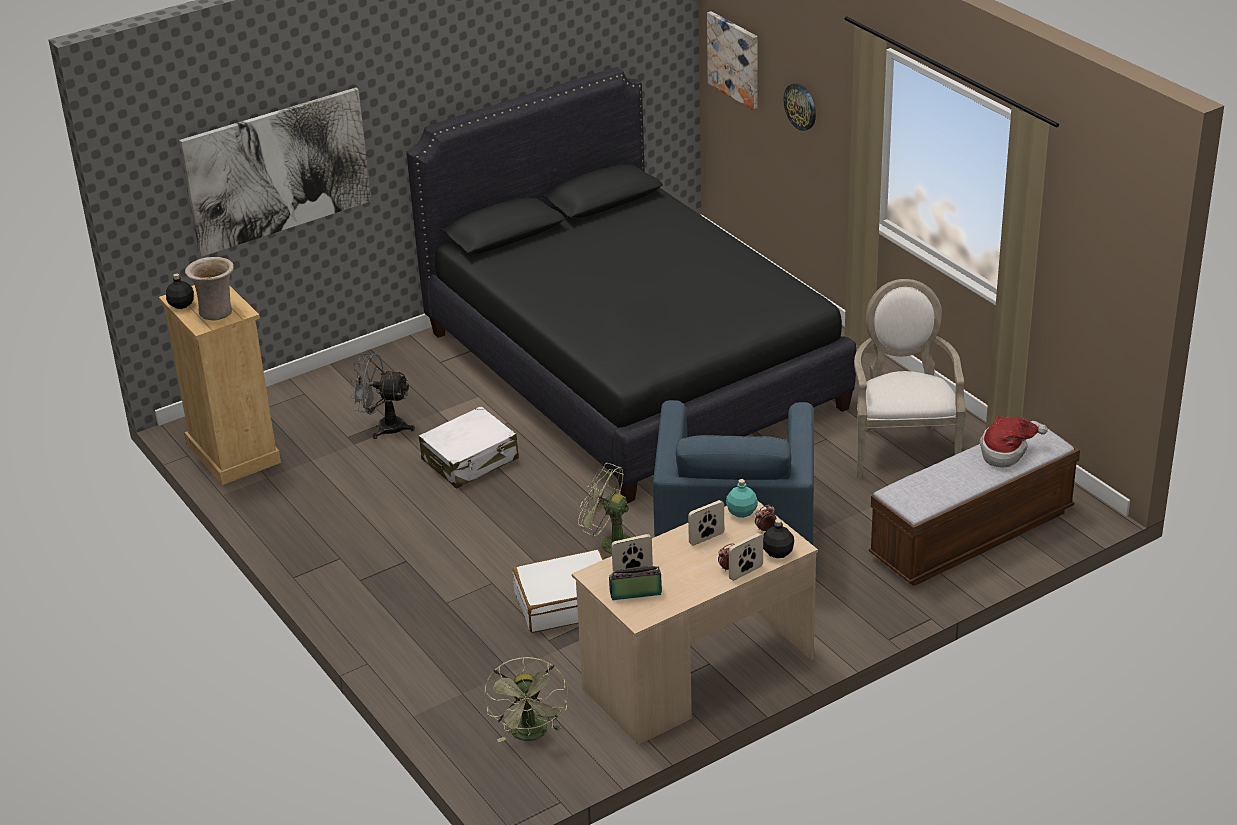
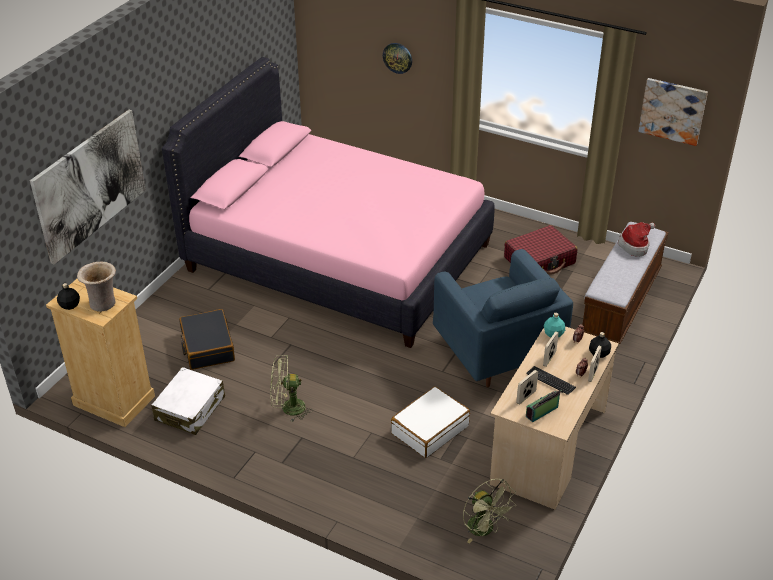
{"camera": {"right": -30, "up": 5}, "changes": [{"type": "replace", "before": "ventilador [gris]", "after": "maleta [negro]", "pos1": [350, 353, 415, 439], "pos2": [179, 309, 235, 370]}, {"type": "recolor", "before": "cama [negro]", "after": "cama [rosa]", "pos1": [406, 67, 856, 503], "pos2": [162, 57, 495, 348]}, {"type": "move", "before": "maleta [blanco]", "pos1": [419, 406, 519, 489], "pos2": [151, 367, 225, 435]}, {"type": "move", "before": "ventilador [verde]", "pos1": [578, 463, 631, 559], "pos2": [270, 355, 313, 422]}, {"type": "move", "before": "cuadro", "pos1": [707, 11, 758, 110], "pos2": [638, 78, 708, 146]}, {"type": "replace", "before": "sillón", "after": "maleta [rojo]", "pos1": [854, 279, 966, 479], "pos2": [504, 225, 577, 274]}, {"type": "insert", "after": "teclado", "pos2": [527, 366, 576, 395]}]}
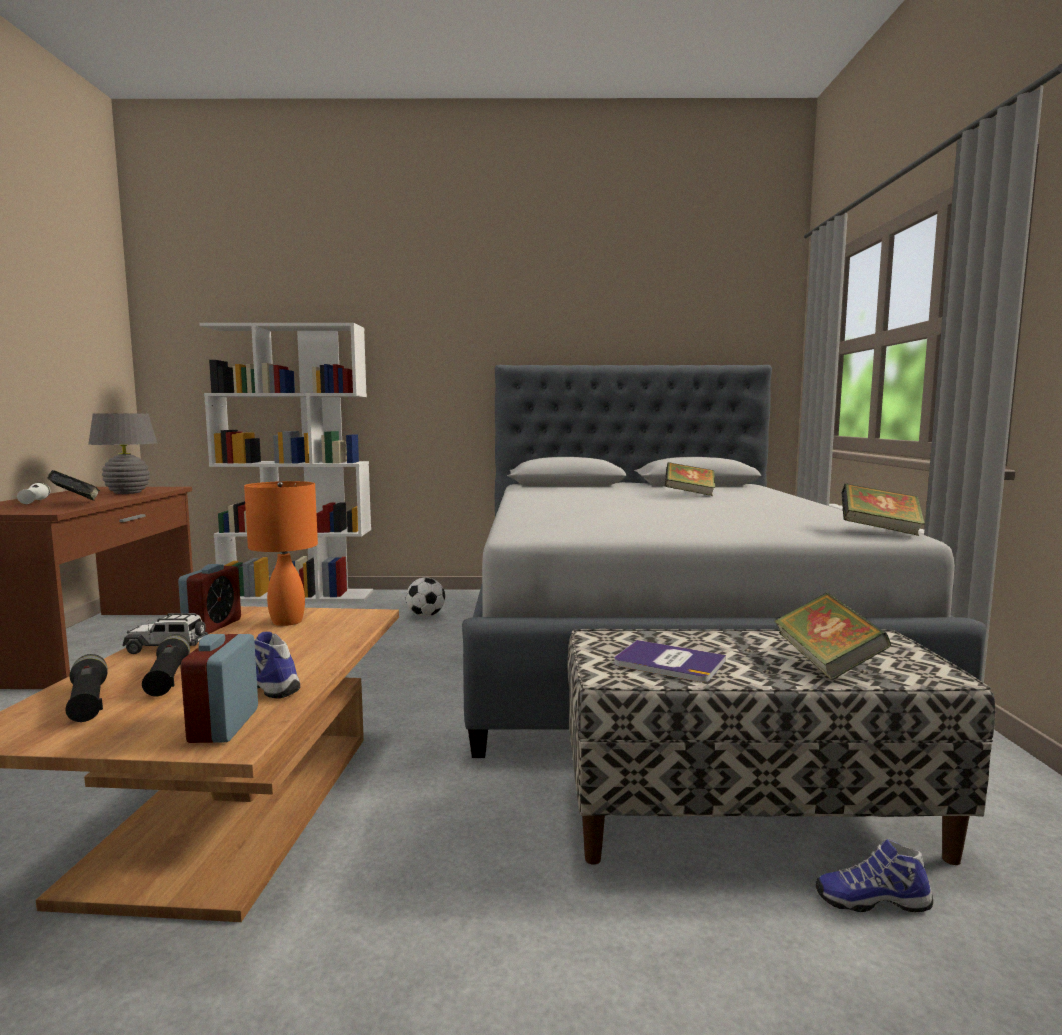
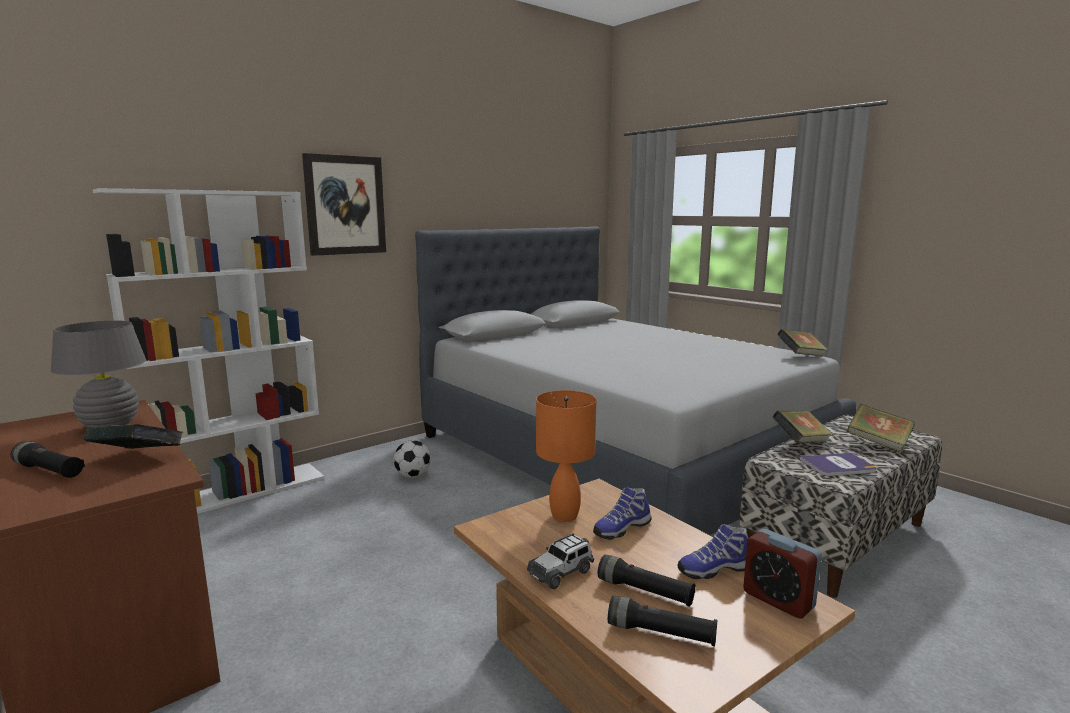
{"camera": {"right": -40, "up": 5}, "changes": [{"type": "recolor", "before": "linterna [blanco]", "after": "linterna [negro]", "pos1": [17, 483, 50, 504], "pos2": [11, 441, 85, 478]}, {"type": "delete", "before": "despertador", "pos1": [178, 564, 241, 634]}, {"type": "move", "before": "libro", "pos1": [665, 462, 715, 496], "pos2": [773, 410, 833, 443]}, {"type": "move", "before": "zapato", "pos1": [816, 839, 933, 912], "pos2": [593, 487, 652, 540]}, {"type": "insert", "after": "cuadro", "pos2": [302, 153, 386, 256]}]}
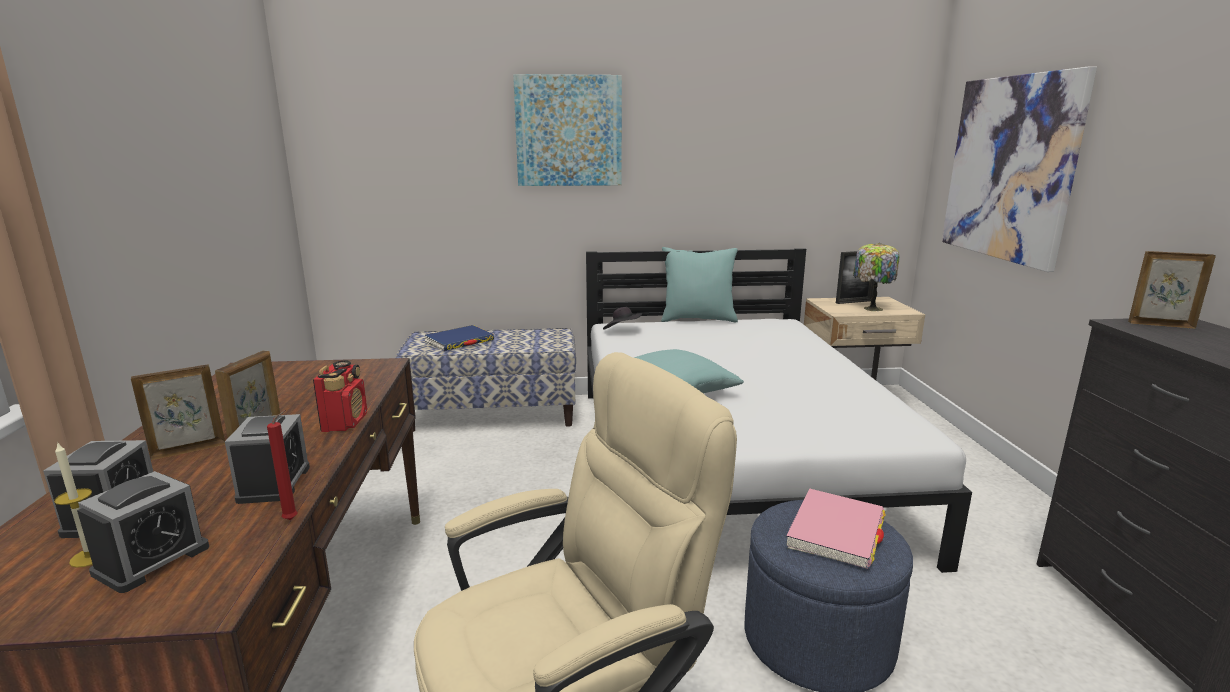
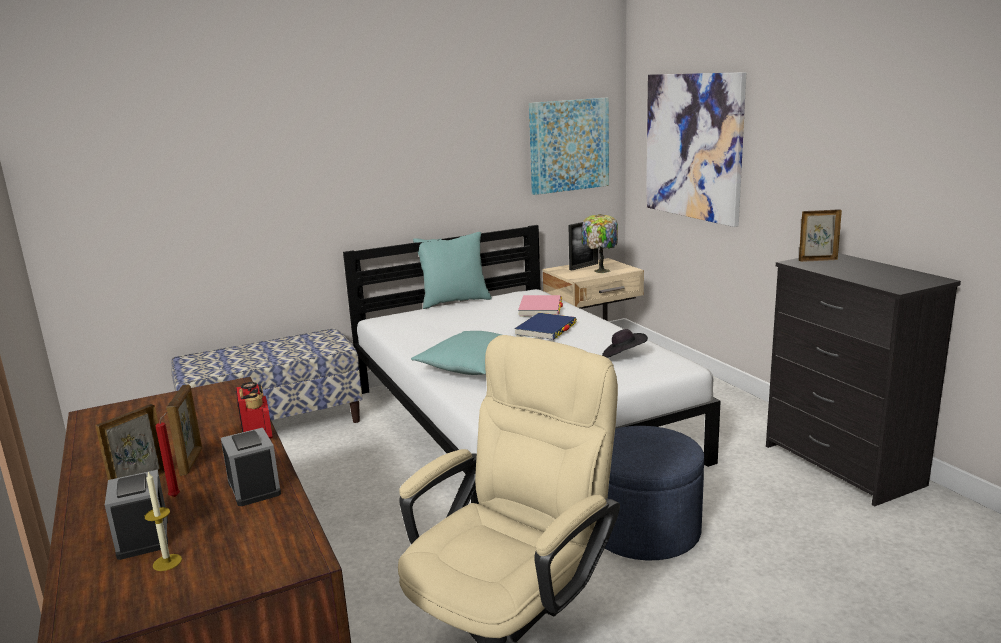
{"camera": {"right": -20, "up": 0}, "changes": [{"type": "delete", "before": "despertador", "pos1": [77, 471, 209, 593]}, {"type": "move", "before": "vela [rojo]", "pos1": [267, 410, 298, 520], "pos2": [155, 412, 180, 497]}, {"type": "move", "before": "libro [azul]", "pos1": [424, 325, 494, 351], "pos2": [515, 313, 577, 340]}, {"type": "move", "before": "cuadro", "pos1": [513, 74, 622, 186], "pos2": [529, 98, 609, 195]}, {"type": "move", "before": "sombrero [negro]", "pos1": [603, 307, 642, 330], "pos2": [602, 329, 648, 358]}, {"type": "move", "before": "libro [rosa]", "pos1": [786, 489, 886, 569], "pos2": [518, 295, 563, 317]}]}
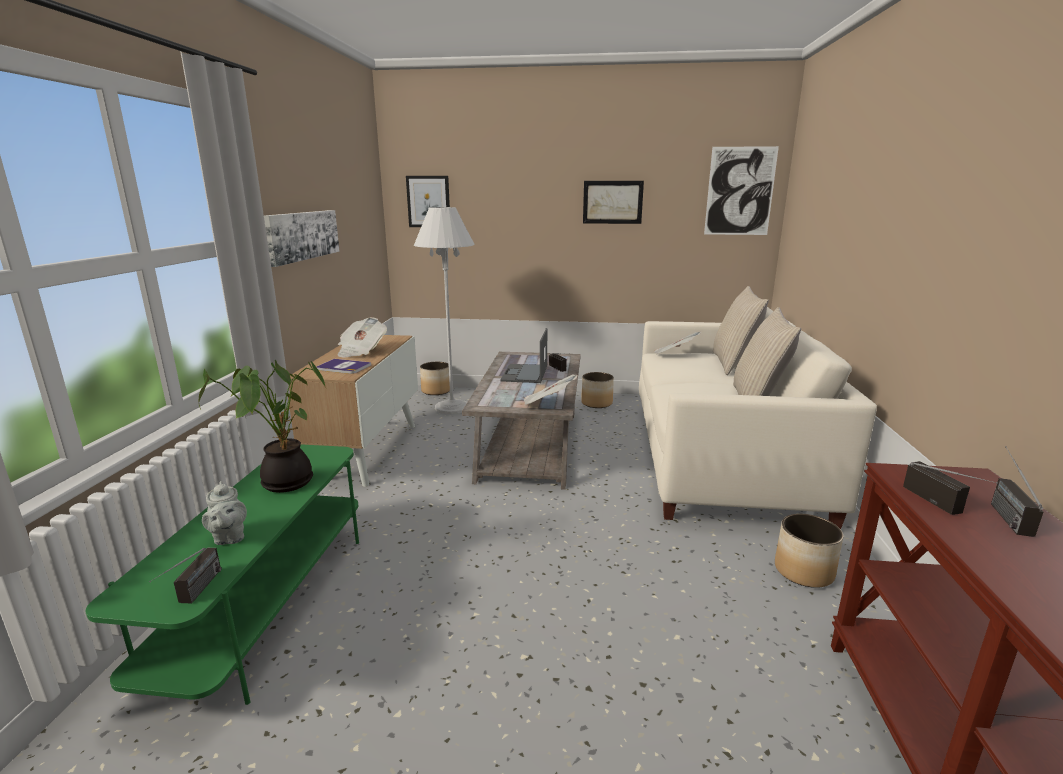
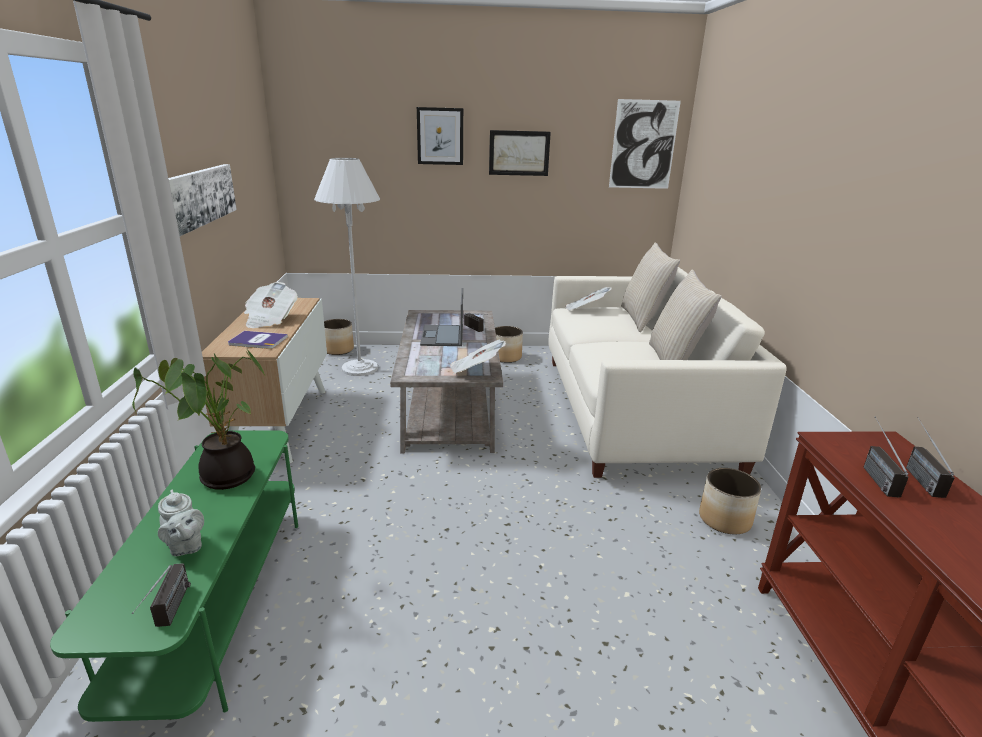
{"camera": {"right": -10, "up": 5}, "changes": [{"type": "move", "before": "cuadro", "pos1": [406, 176, 450, 227], "pos2": [417, 107, 463, 165]}, {"type": "rotate", "before": "radio", "pos1": [903, 461, 998, 515], "pos2": [864, 416, 909, 497], "turn": -150}]}
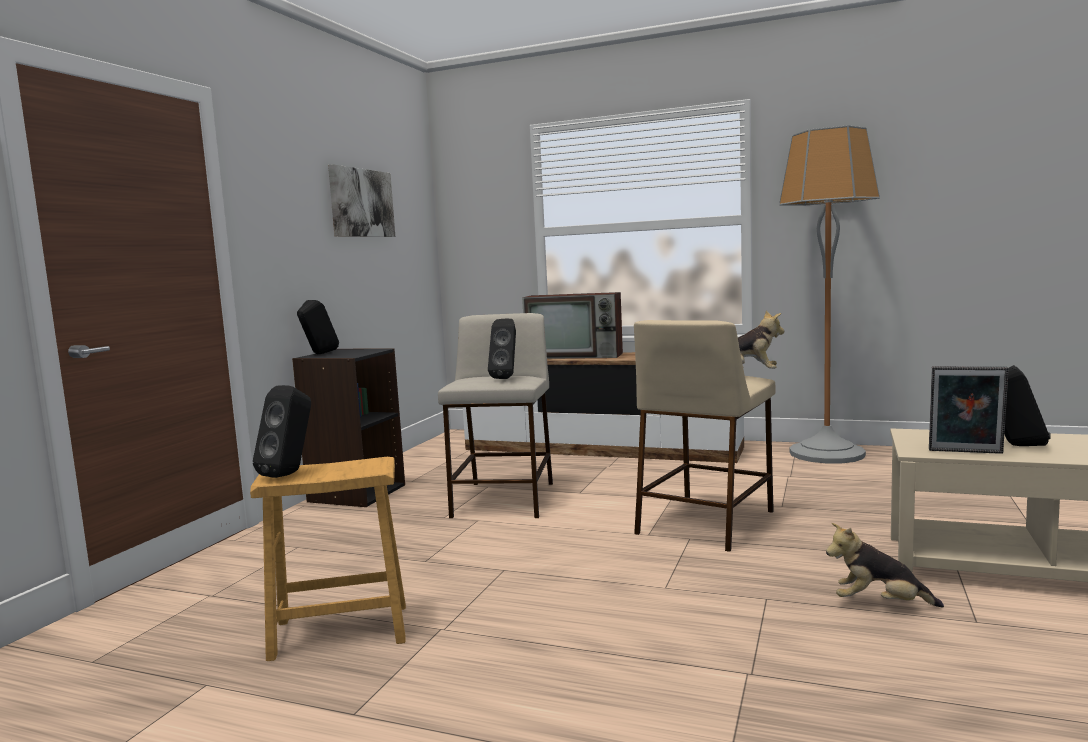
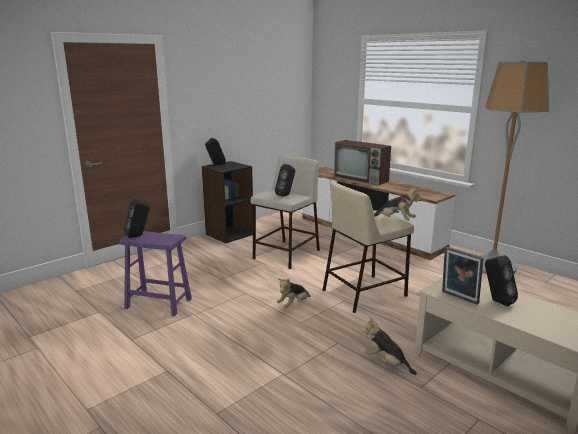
{"camera": {"right": 25, "up": 10}, "changes": [{"type": "recolor", "before": "taburete [marrón]", "after": "taburete [morado]", "pos1": [250, 457, 406, 661], "pos2": [119, 231, 192, 316]}, {"type": "delete", "before": "cuadro", "pos1": [328, 164, 395, 237]}, {"type": "insert", "after": "peluche", "pos2": [277, 278, 310, 308]}]}
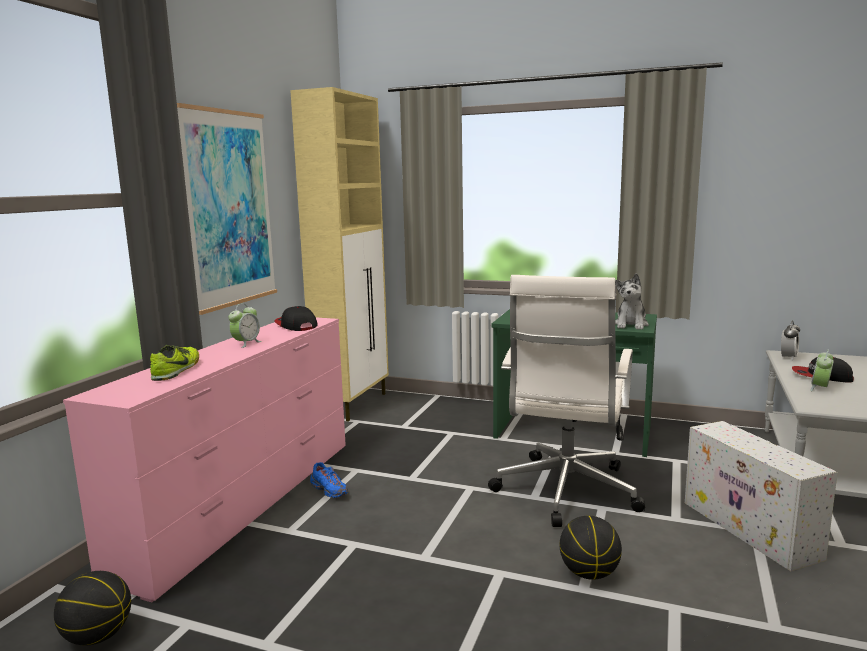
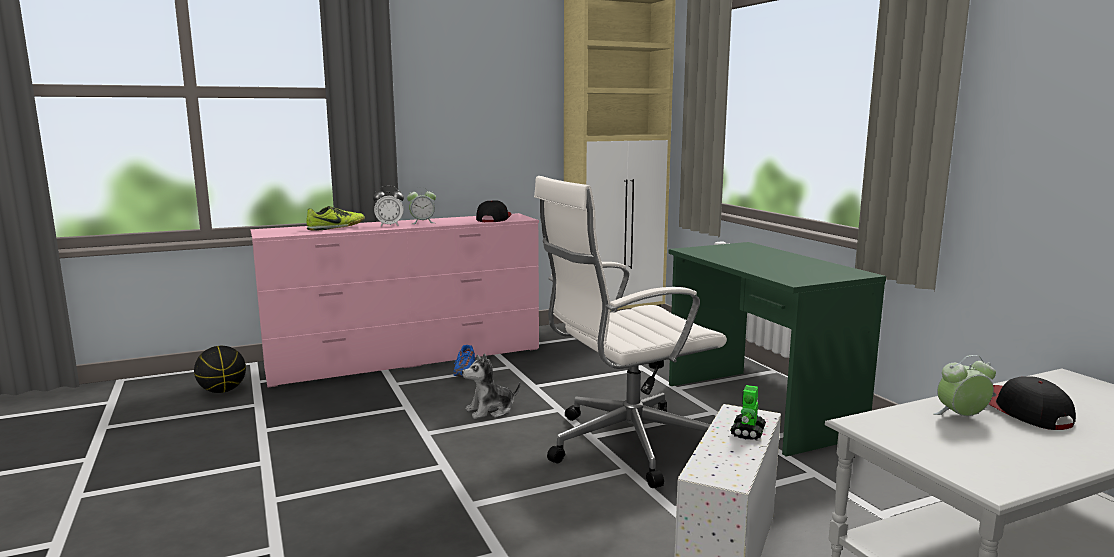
{"camera": {"right": 45, "up": 0}, "changes": [{"type": "delete", "before": "cuadro", "pos1": [177, 103, 277, 315]}, {"type": "delete", "before": "balón de baloncesto", "pos1": [560, 516, 622, 580]}, {"type": "move", "before": "peluche", "pos1": [615, 273, 649, 330], "pos2": [462, 353, 520, 419]}, {"type": "move", "before": "despertador", "pos1": [781, 321, 800, 360], "pos2": [373, 186, 404, 226]}, {"type": "insert", "after": "robot de juguete", "pos2": [730, 385, 766, 440]}]}
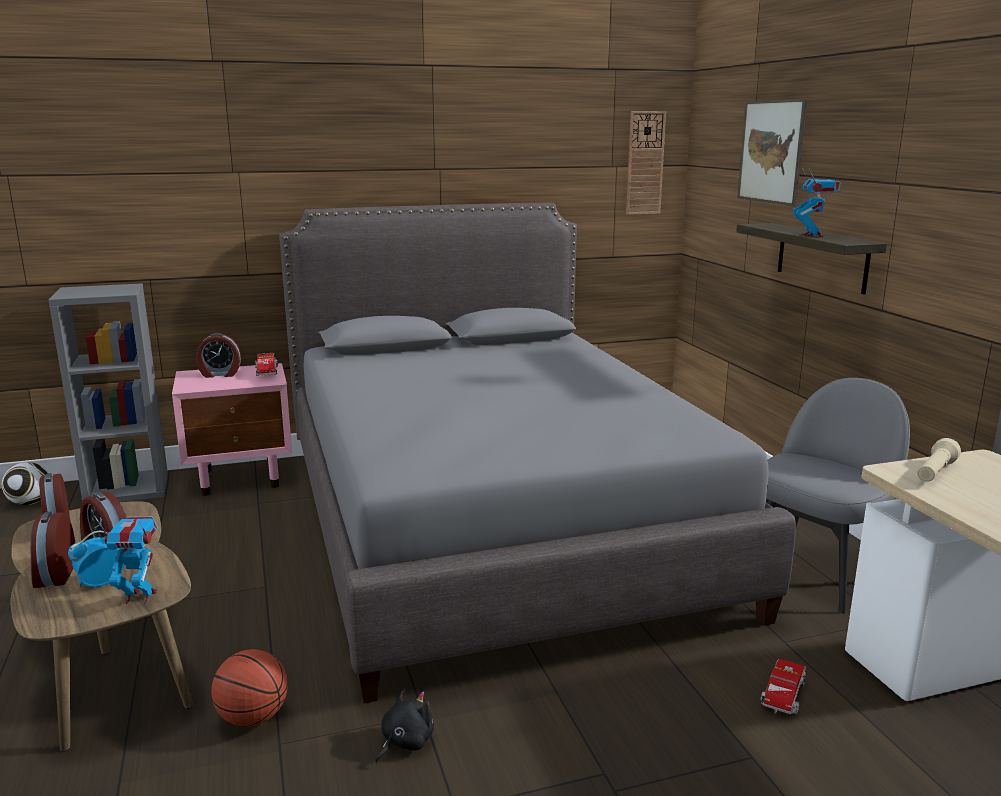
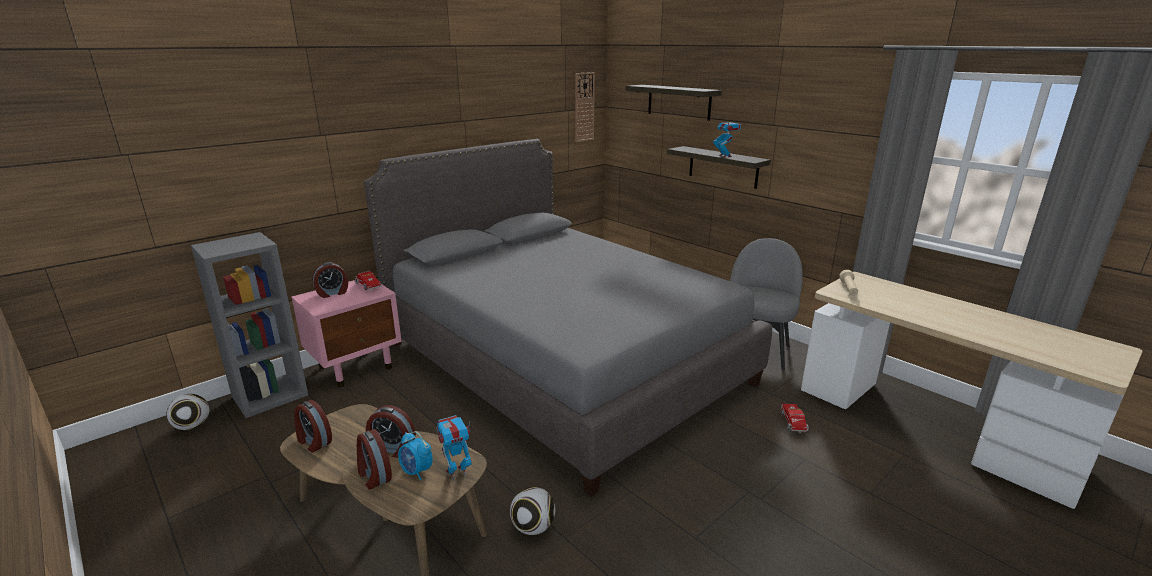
{"camera": {"right": -25, "up": 5}, "changes": [{"type": "rotate", "before": "despertador", "pos1": [68, 531, 125, 587], "pos2": [398, 431, 433, 480], "turn": -75}, {"type": "replace", "before": "balón de baloncesto", "after": "balón de fútbol", "pos1": [211, 649, 288, 727], "pos2": [510, 487, 555, 535]}, {"type": "delete", "before": "peluche [negro]", "pos1": [375, 689, 434, 764]}, {"type": "replace", "before": "cuadro", "after": "estante", "pos1": [737, 99, 807, 206], "pos2": [626, 85, 722, 121]}]}
